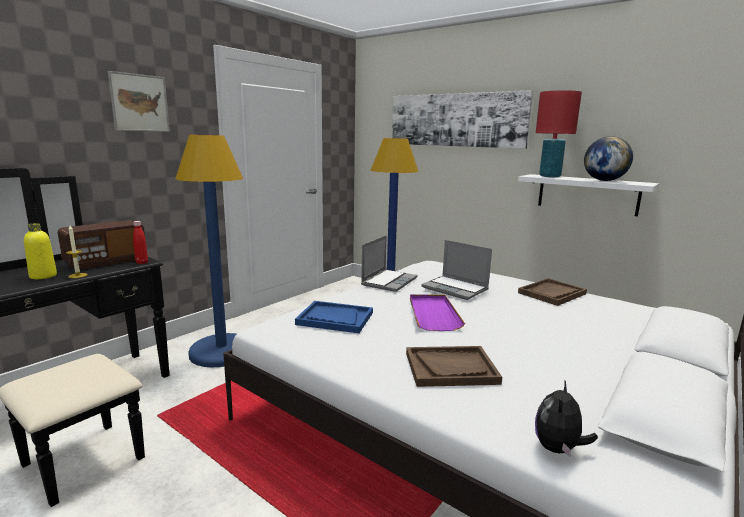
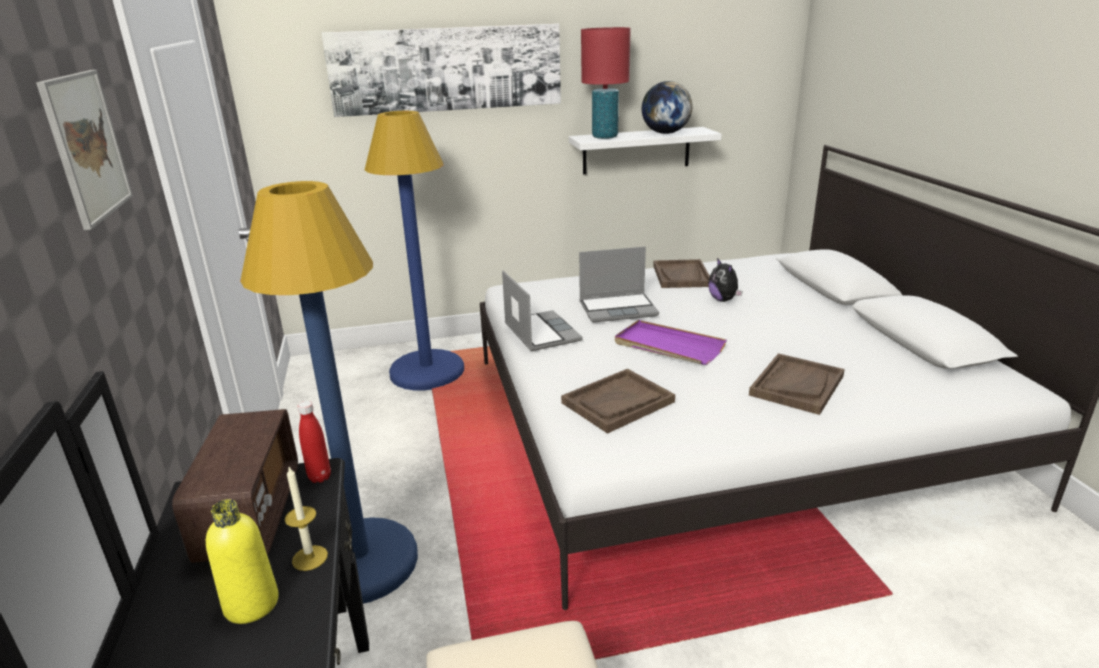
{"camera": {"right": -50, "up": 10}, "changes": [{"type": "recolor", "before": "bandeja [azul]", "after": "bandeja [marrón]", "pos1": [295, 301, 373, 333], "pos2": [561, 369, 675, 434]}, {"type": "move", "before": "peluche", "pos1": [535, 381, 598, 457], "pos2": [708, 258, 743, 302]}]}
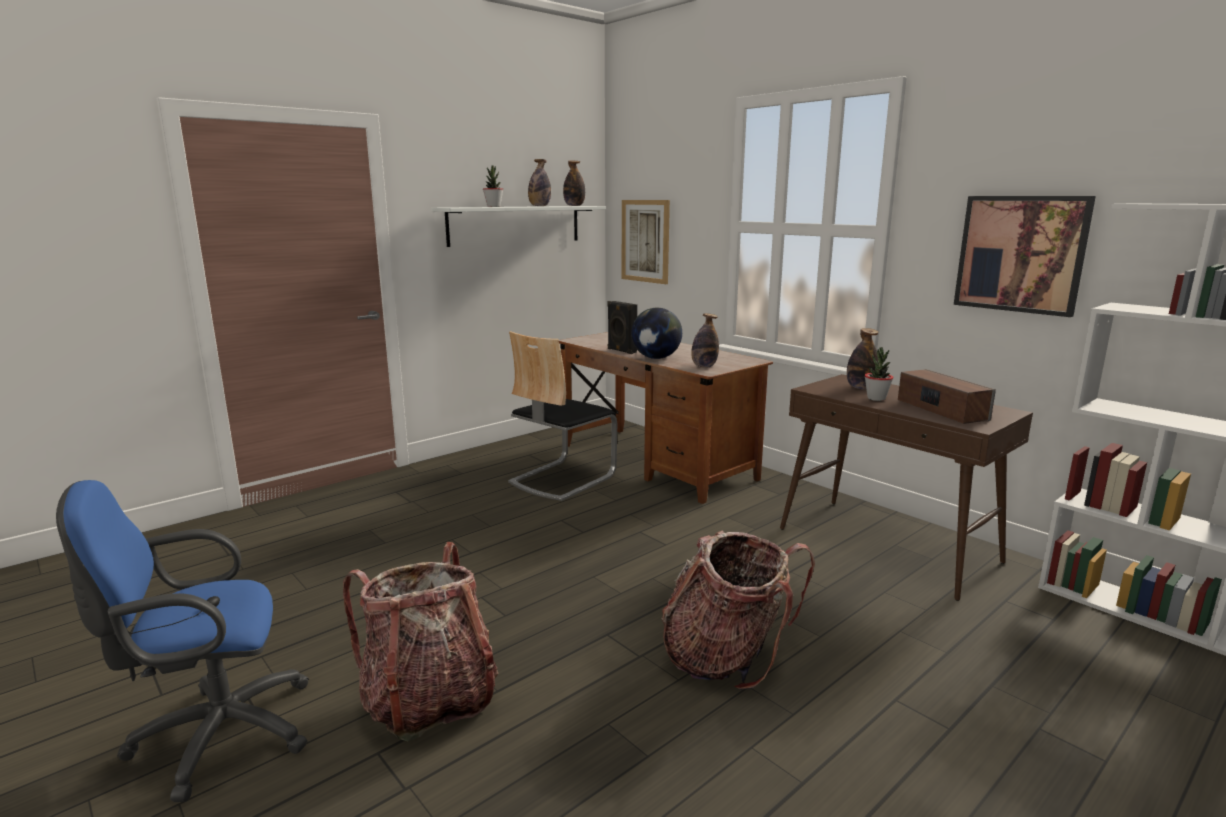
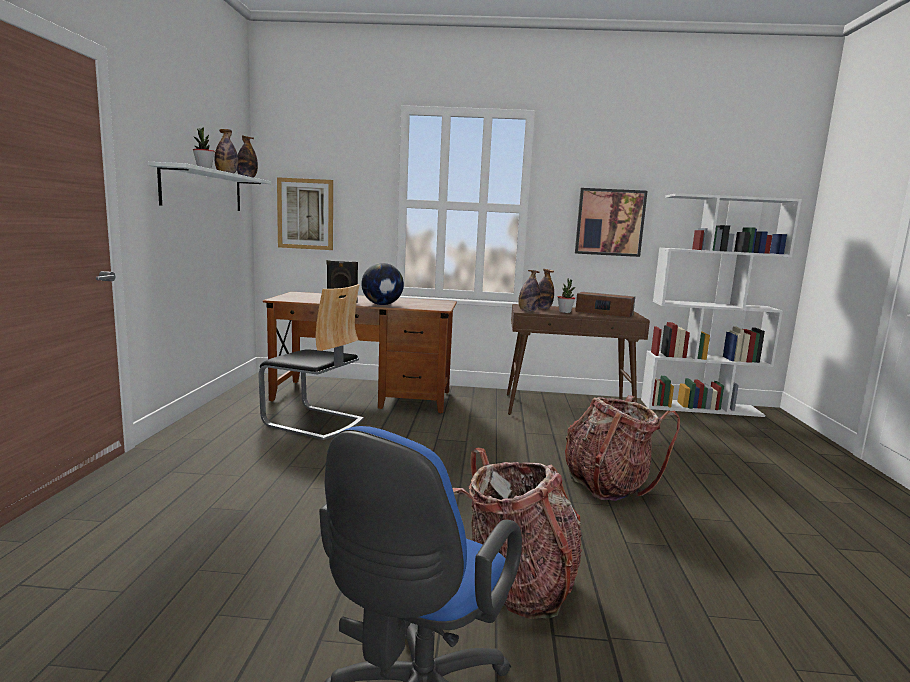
{"camera": {"right": -45, "up": -5}, "changes": [{"type": "rotate", "before": "silla", "pos1": [508, 331, 617, 501], "pos2": [258, 284, 364, 440], "turn": -60}, {"type": "move", "before": "botella", "pos1": [691, 313, 719, 367], "pos2": [518, 270, 540, 312]}]}
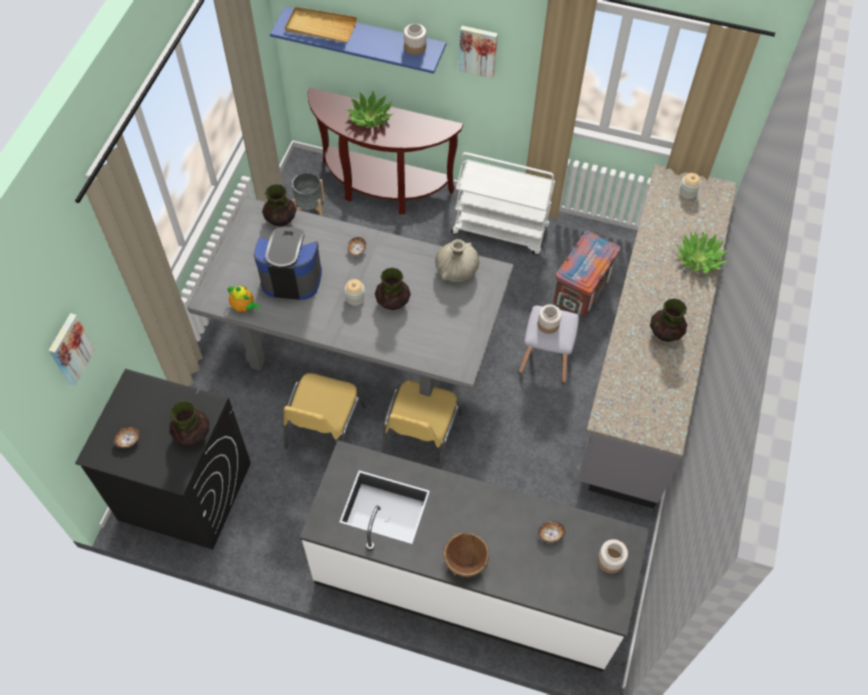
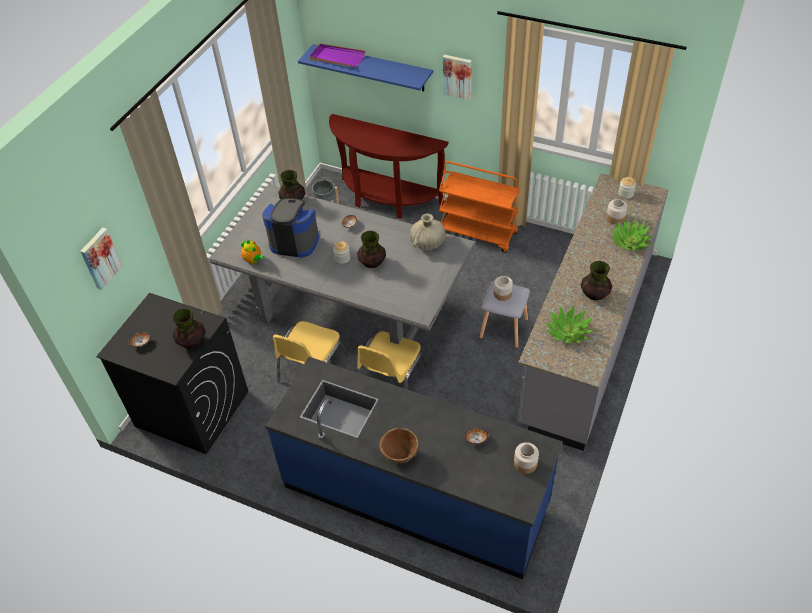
{"camera": {"right": 10, "up": -10}, "changes": [{"type": "recolor", "before": "bandeja [beis]", "after": "bandeja [morado]", "pos1": [285, 7, 357, 43], "pos2": [309, 44, 366, 67]}, {"type": "recolor", "before": "mueble bajo de cocina [blanco]", "after": "mueble bajo de cocina [azul]", "pos1": [300, 440, 649, 672], "pos2": [265, 357, 563, 579]}, {"type": "move", "before": "planta en maceta", "pos1": [346, 91, 393, 128], "pos2": [545, 305, 593, 344]}, {"type": "move", "before": "tarro", "pos1": [404, 24, 426, 55], "pos2": [606, 199, 627, 225]}, {"type": "recolor", "before": "carrito [blanco]", "after": "carrito [naranja]", "pos1": [451, 152, 555, 255], "pos2": [439, 161, 520, 253]}, {"type": "delete", "before": "caja de embalaje", "pos1": [553, 231, 621, 317]}]}
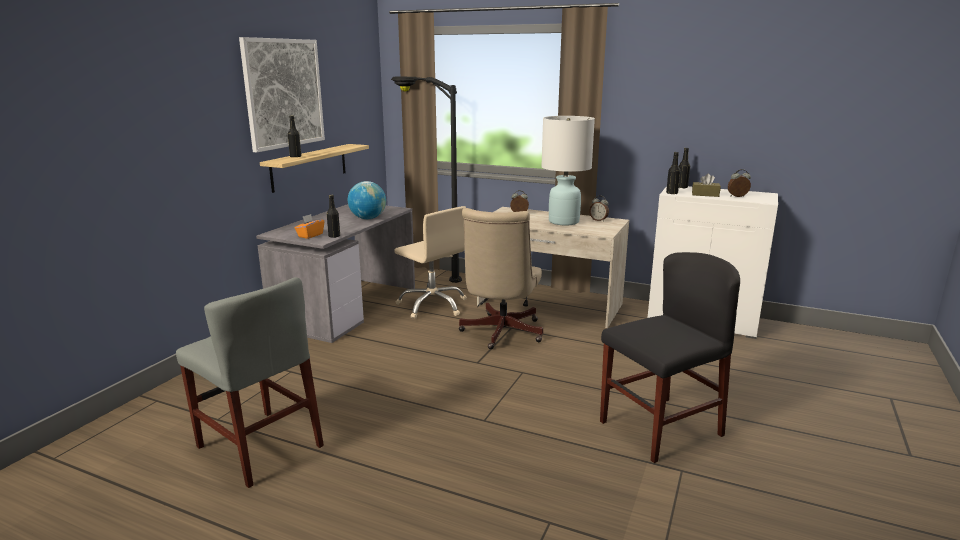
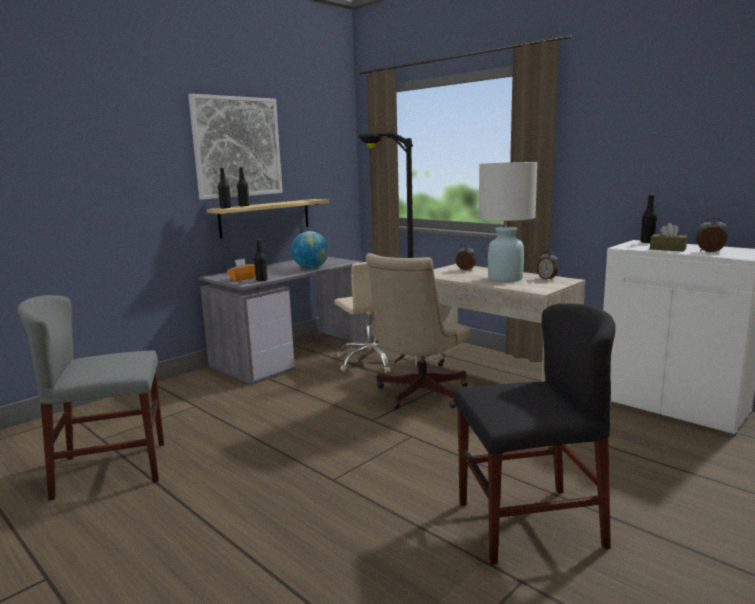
{"camera": {"right": 20, "up": -5}, "changes": [{"type": "rotate", "before": "silla [gris]", "pos1": [176, 277, 324, 488], "pos2": [18, 295, 164, 500], "turn": 105}, {"type": "move", "before": "botella [negro]", "pos1": [666, 152, 680, 194], "pos2": [218, 168, 231, 209]}]}
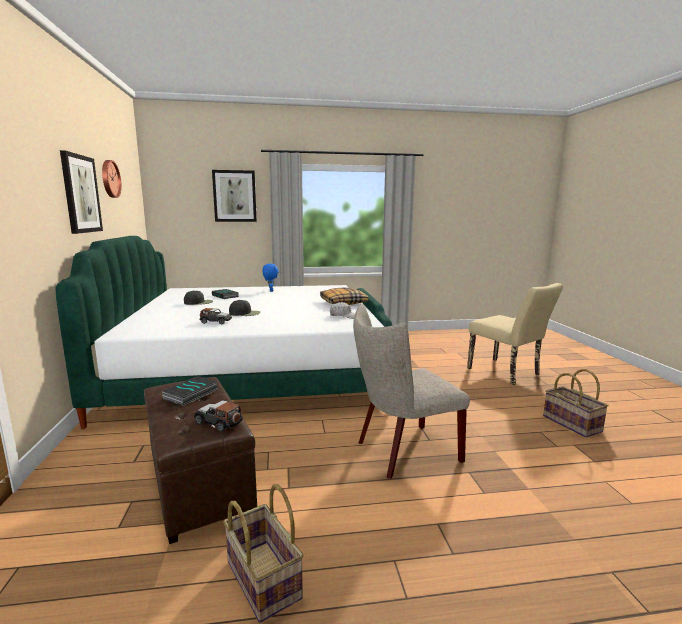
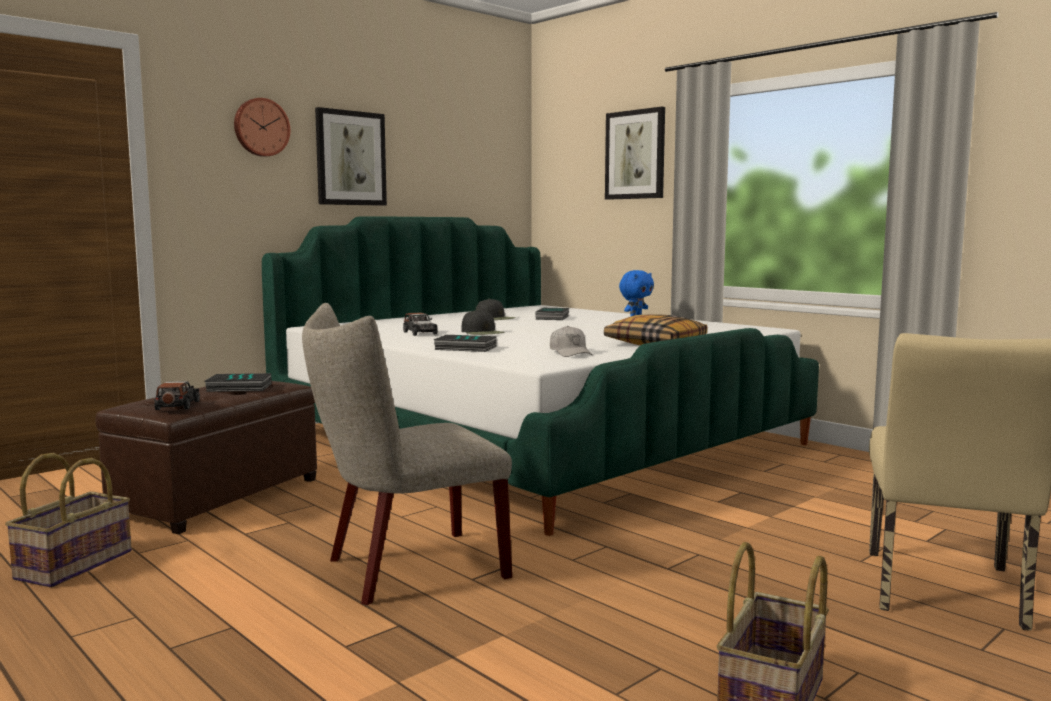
{"camera": {"right": 55, "up": -5}, "changes": [{"type": "move", "before": "reloj de pared", "pos1": [102, 160, 121, 198], "pos2": [234, 98, 290, 157]}, {"type": "rotate", "before": "silla [beis]", "pos1": [353, 304, 470, 479], "pos2": [302, 303, 512, 605], "turn": -60}, {"type": "insert", "after": "libro", "pos2": [433, 335, 497, 352]}]}
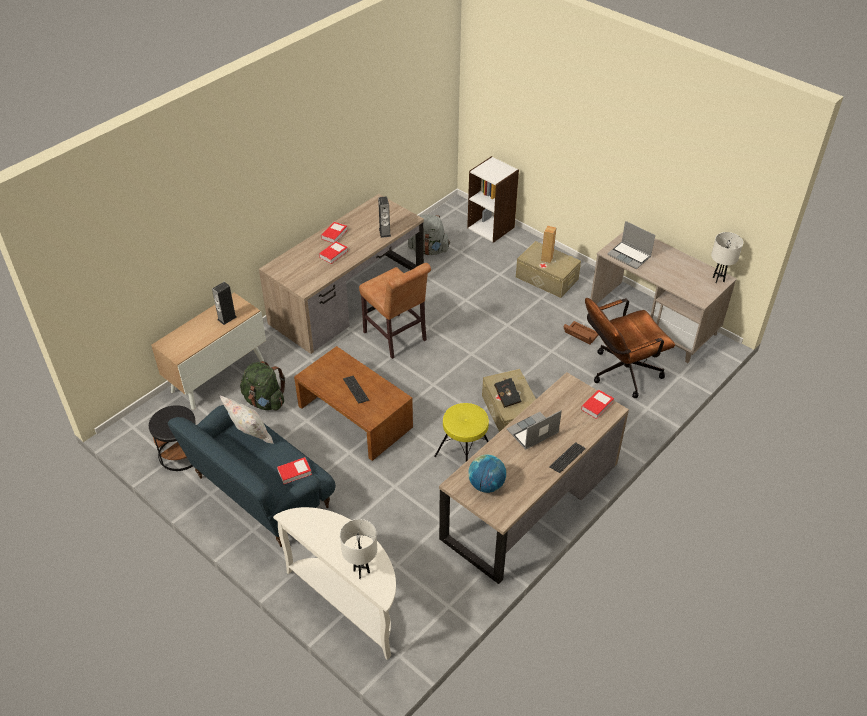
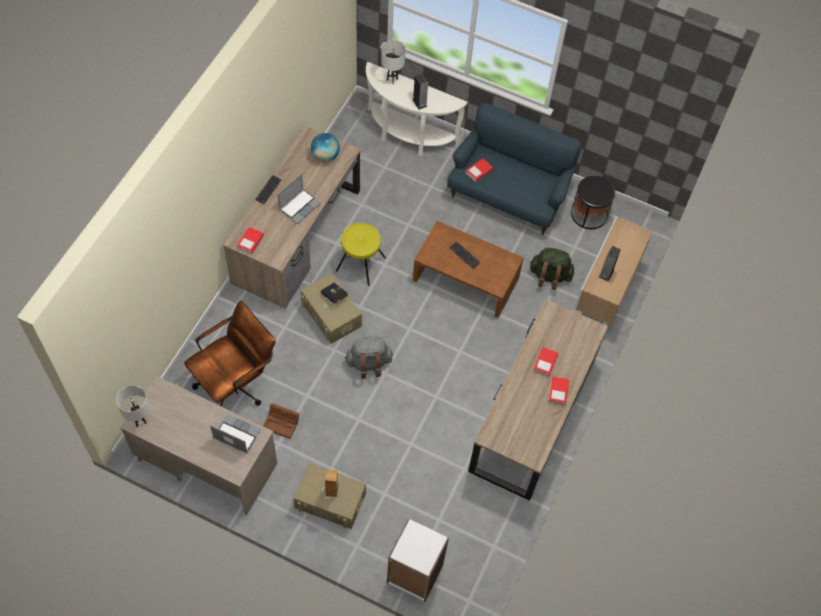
{"camera": {"right": 160, "up": 15}, "changes": [{"type": "delete", "before": "cojín [blanco]", "pos1": [219, 395, 274, 444]}, {"type": "delete", "before": "silla [marrón]", "pos1": [359, 263, 431, 359]}, {"type": "move", "before": "altavoz", "pos1": [378, 197, 391, 238], "pos2": [412, 73, 428, 110]}, {"type": "move", "before": "mochila [gris]", "pos1": [408, 215, 450, 255], "pos2": [345, 336, 393, 379]}]}
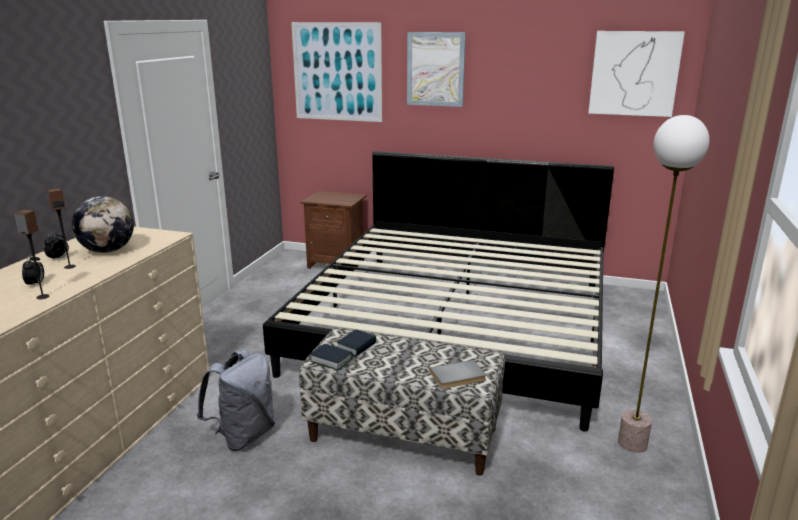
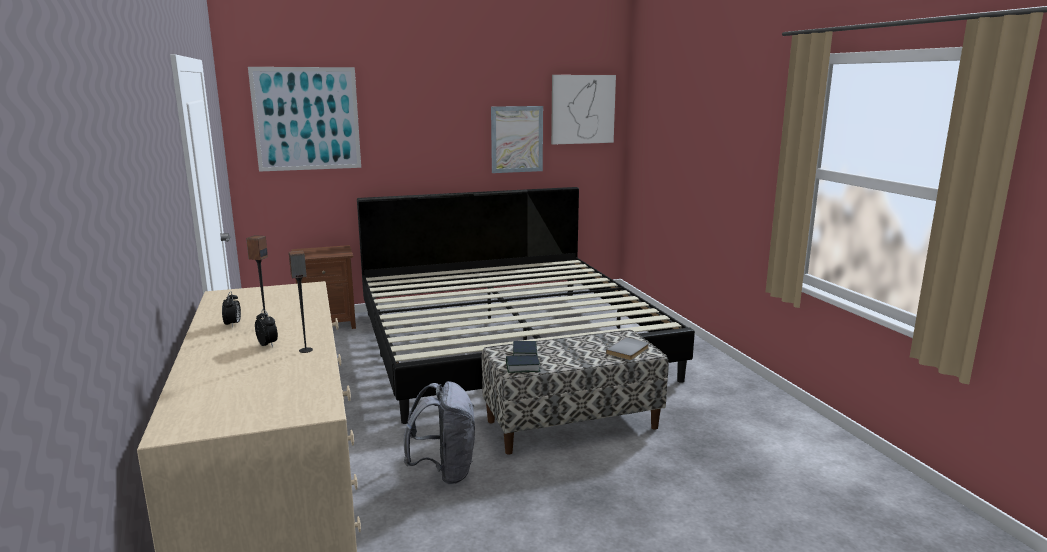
{"camera": {"right": -35, "up": -5}, "changes": [{"type": "delete", "before": "globo terráqueo", "pos1": [72, 196, 134, 253]}, {"type": "move", "before": "cuadro", "pos1": [407, 32, 466, 107], "pos2": [491, 106, 543, 173]}, {"type": "delete", "before": "lámpara de pie", "pos1": [618, 115, 710, 453]}]}
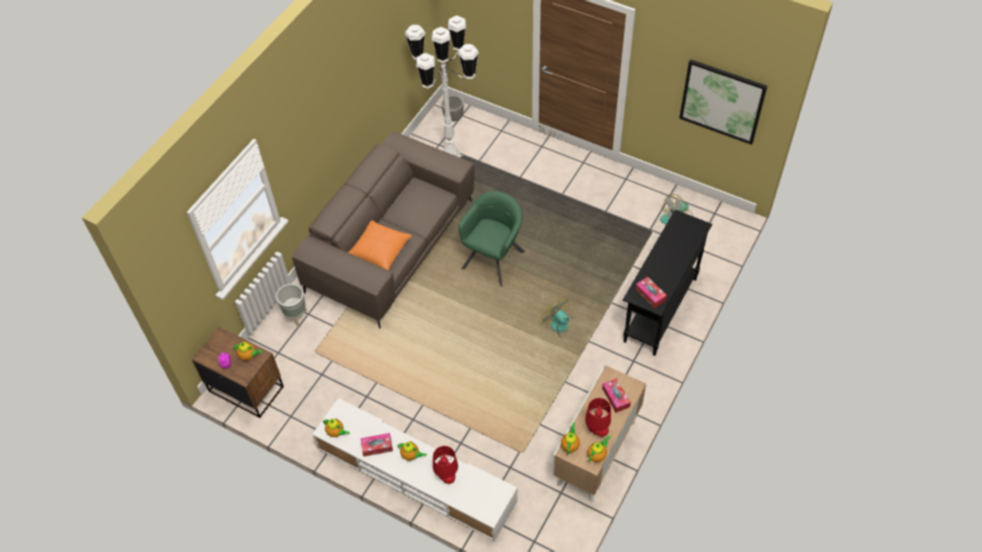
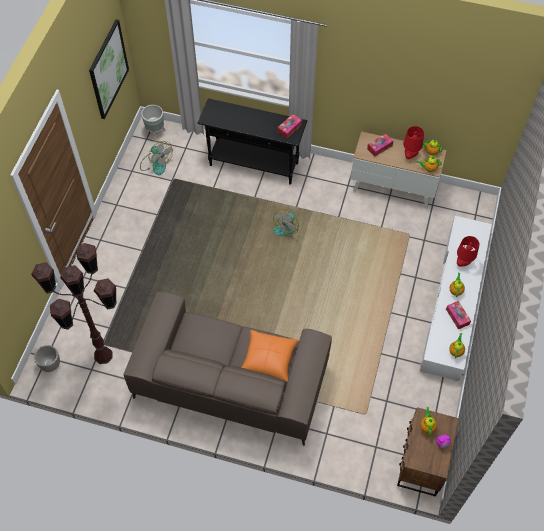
{"camera": {"right": -105, "up": 5}, "changes": [{"type": "move", "before": "maceta [gris]", "pos1": [276, 284, 307, 328], "pos2": [141, 105, 166, 142]}, {"type": "recolor", "before": "lámpara de pie [blanco]", "after": "lámpara de pie [marrón]", "pos1": [405, 15, 479, 157], "pos2": [31, 243, 117, 364]}, {"type": "delete", "before": "sillón [verde]", "pos1": [458, 191, 525, 287]}]}
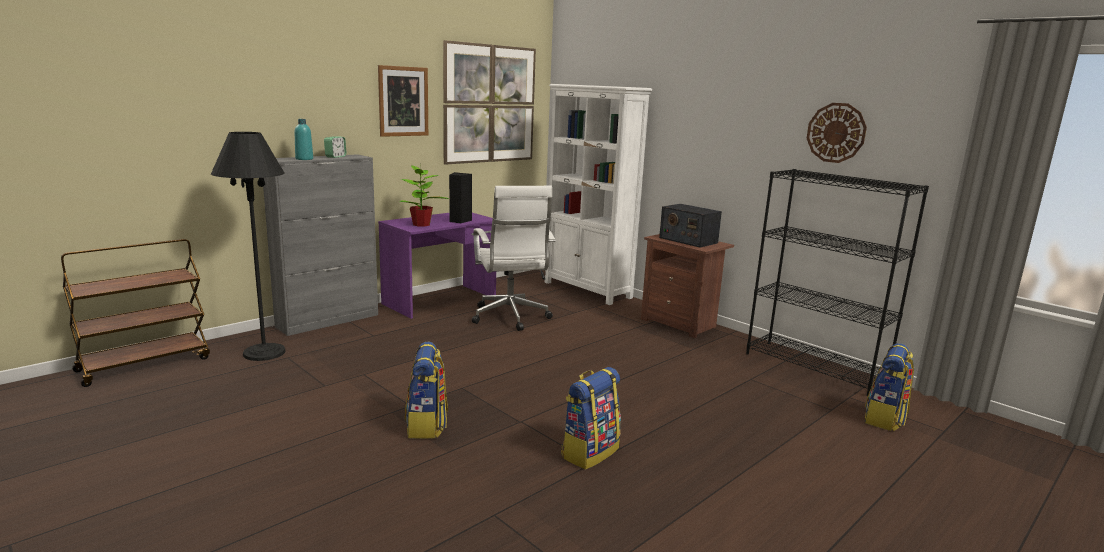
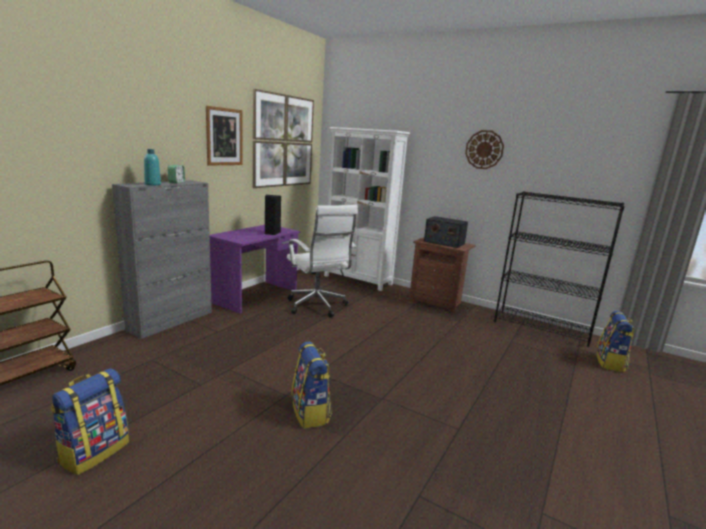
{"camera": {"right": -15, "up": 0}, "changes": [{"type": "delete", "before": "lámpara de pie [negro]", "pos1": [211, 132, 285, 361]}, {"type": "delete", "before": "planta en maceta", "pos1": [400, 165, 449, 227]}, {"type": "move", "before": "mochila", "pos1": [561, 367, 621, 470], "pos2": [51, 368, 129, 475]}, {"type": "move", "before": "reloj de pared", "pos1": [807, 103, 867, 163], "pos2": [465, 130, 504, 169]}]}
